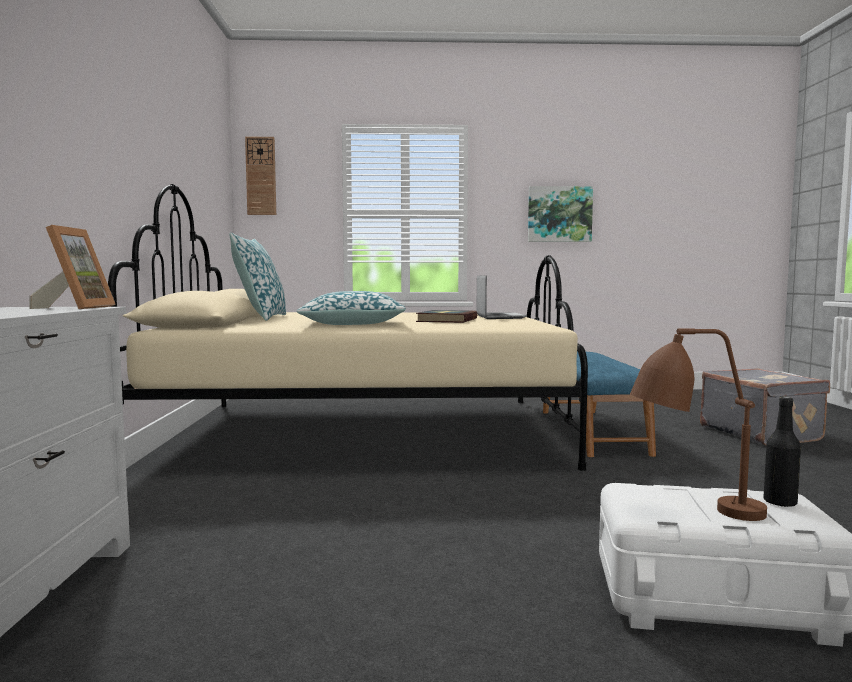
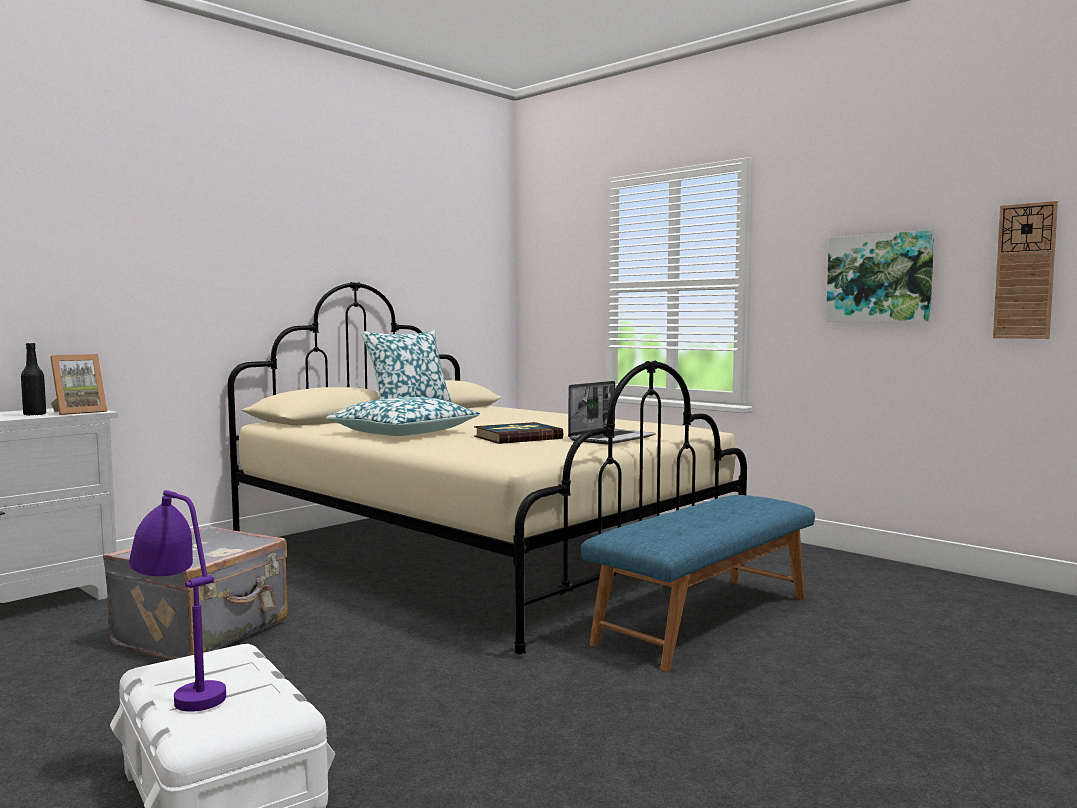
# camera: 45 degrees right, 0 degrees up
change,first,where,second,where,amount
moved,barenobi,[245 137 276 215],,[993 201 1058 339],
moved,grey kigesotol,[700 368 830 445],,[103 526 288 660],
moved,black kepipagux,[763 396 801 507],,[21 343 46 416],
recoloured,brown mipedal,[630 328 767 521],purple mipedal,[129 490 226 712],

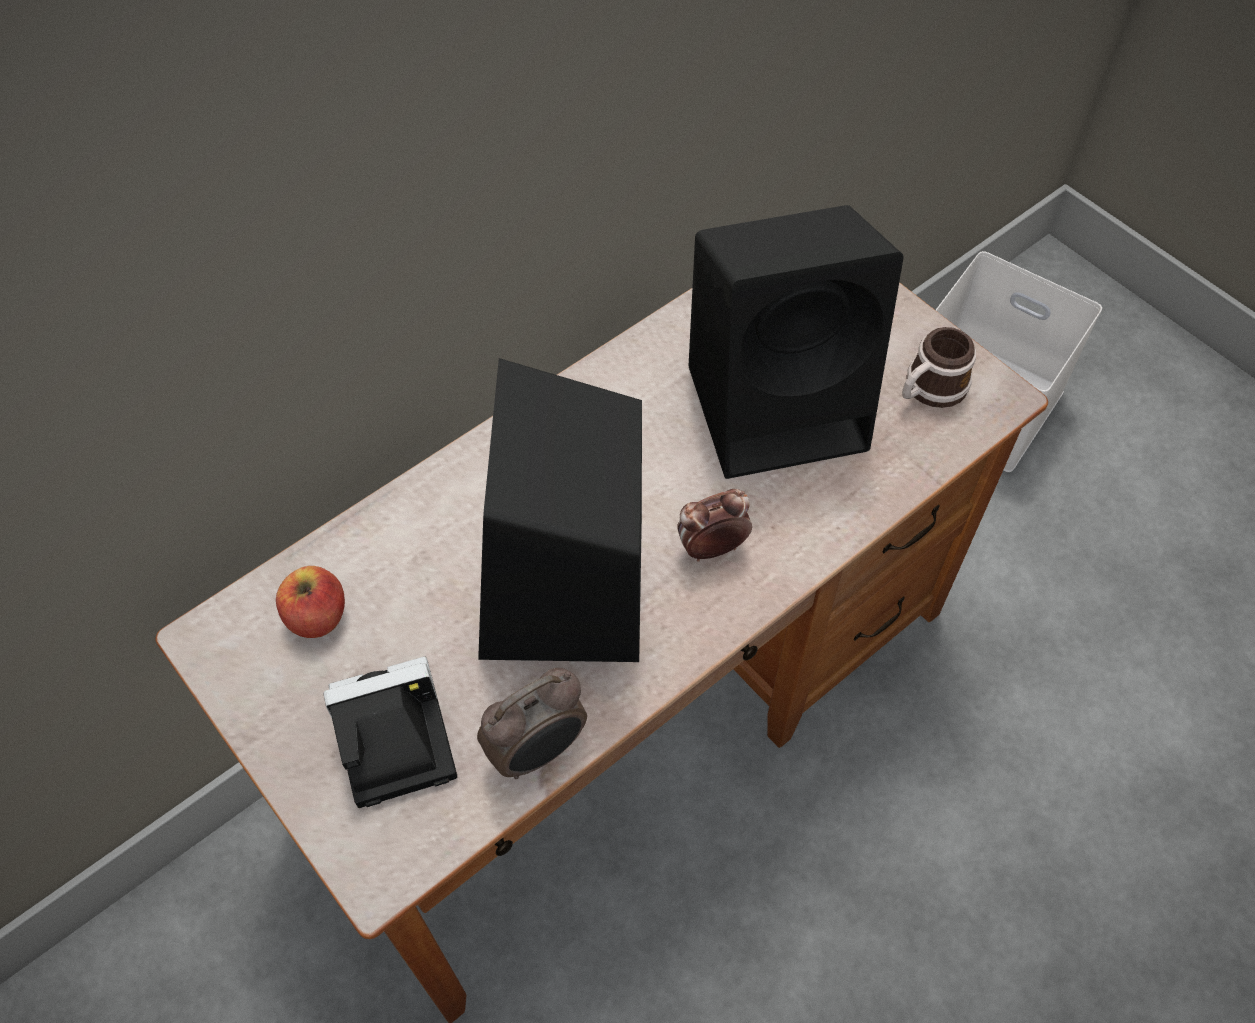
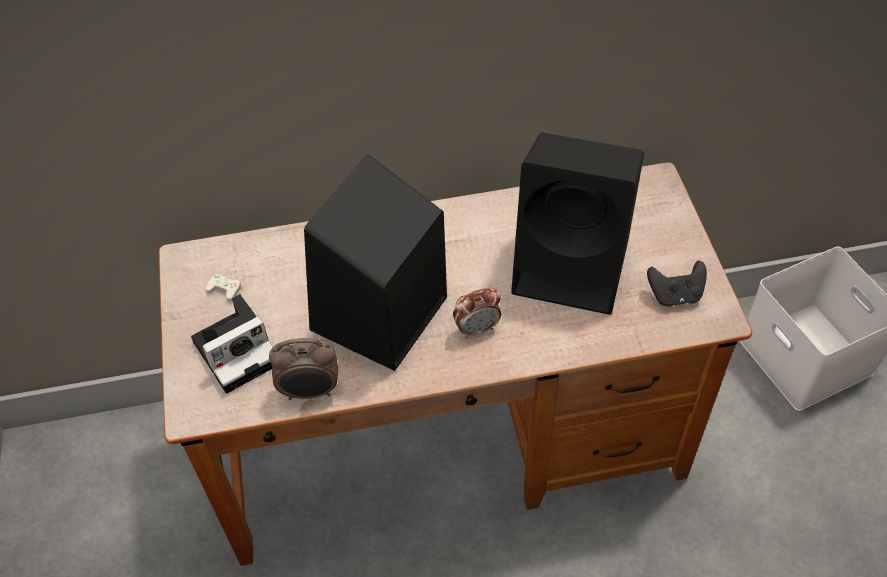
# camera: 30 degrees right, 5 degrees down
change,first,where,second,where,amount
replaced,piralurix,[276 566 345 638],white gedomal,[205 241 280 301],
replaced,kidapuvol,[902 327 976 408],black gedomal,[647 260 707 307],
turned,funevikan,[323 656 457 808],,[191 294 273 393],135 degrees clockwise
turned,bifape,[677 489 752 562],,[453 288 501 338],150 degrees clockwise

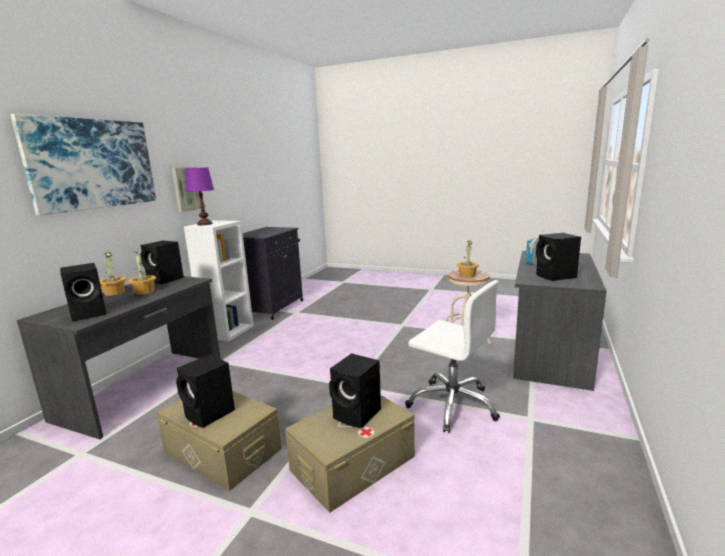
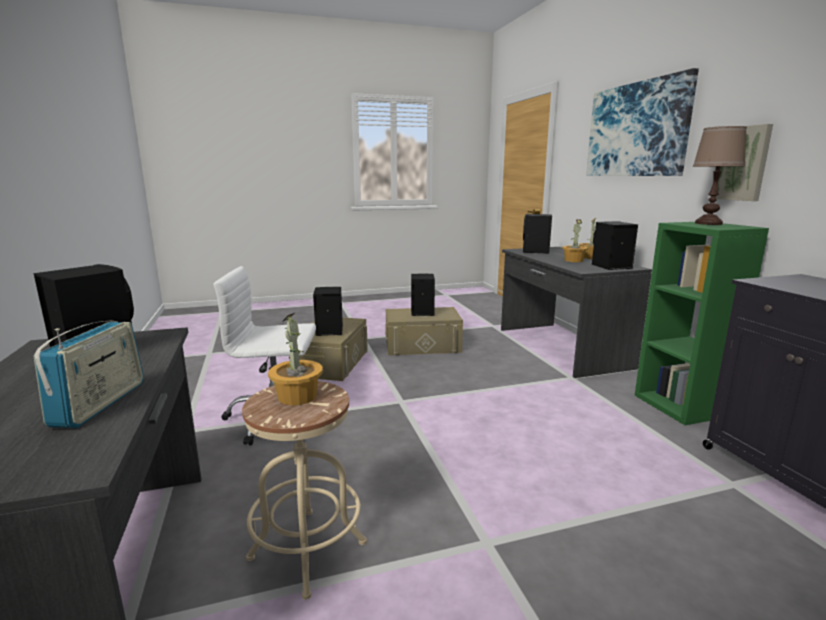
# camera: 140 degrees right, 0 degrees up
change,first,where,second,where,amount
recoloured,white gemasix,[184 220 254 342],green gemasix,[635 222 769 425],
recoloured,purple mipedal,[186 168 214 225],brown mipedal,[693 126 747 225],

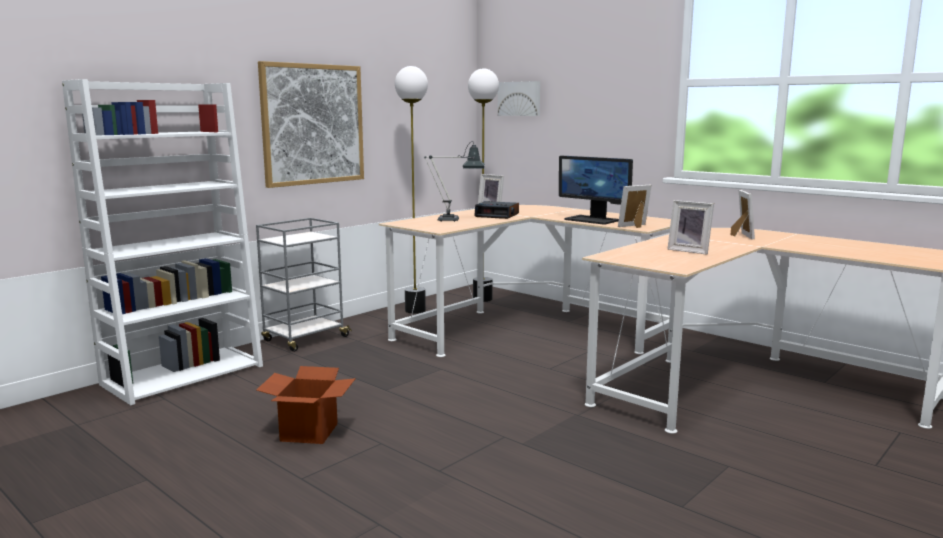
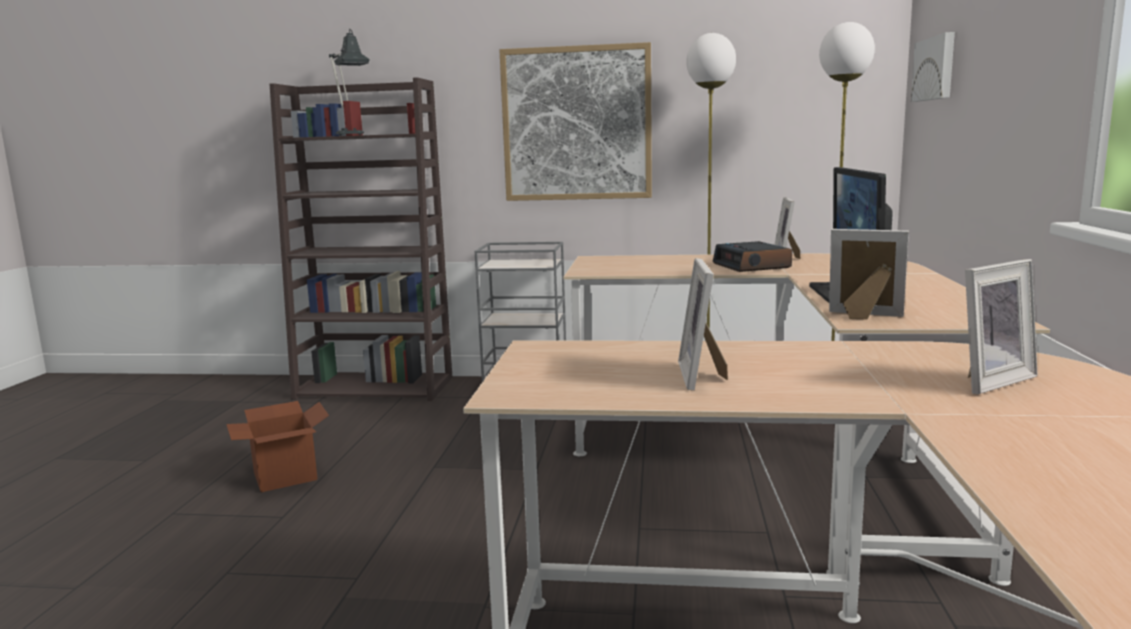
# camera: 55 degrees right, 0 degrees up
change,first,where,second,where,amount
moved,mipedal,[424 141 485 222],,[329 29 370 136],
recoloured,white gemasix,[62 79 263 405],brown gemasix,[269 77 453 401],

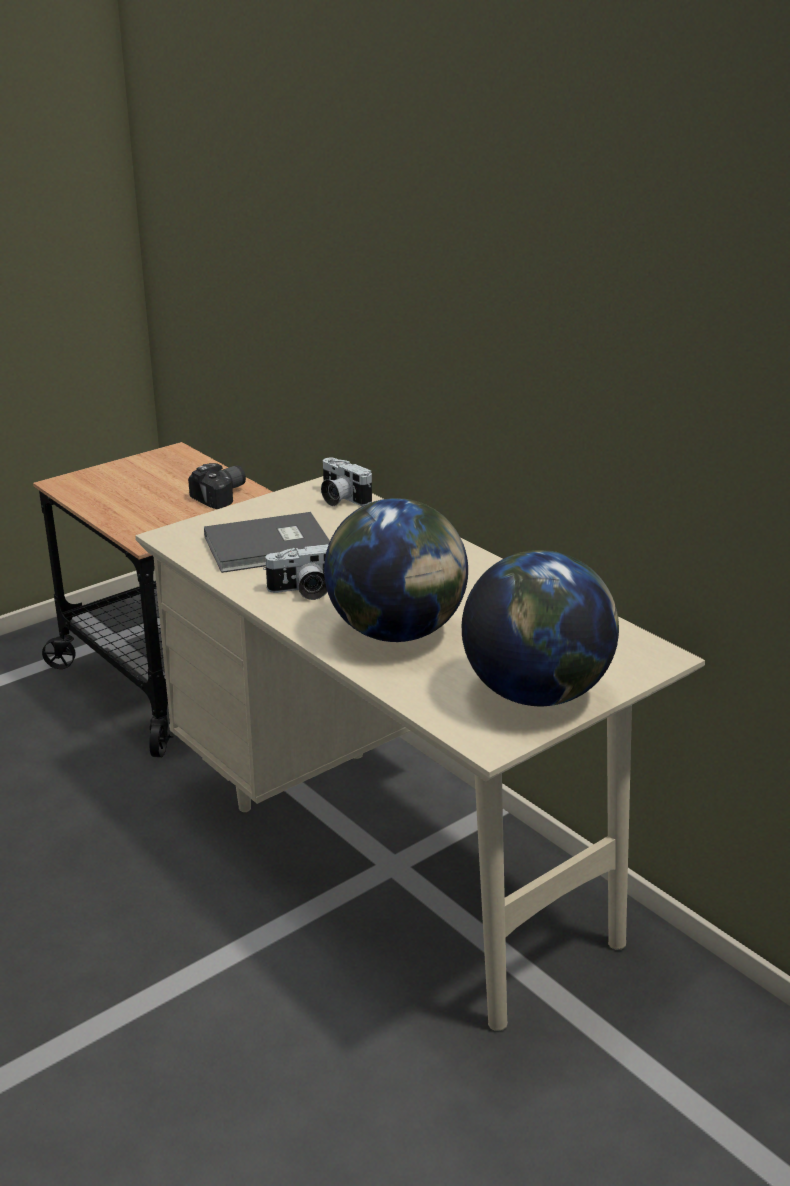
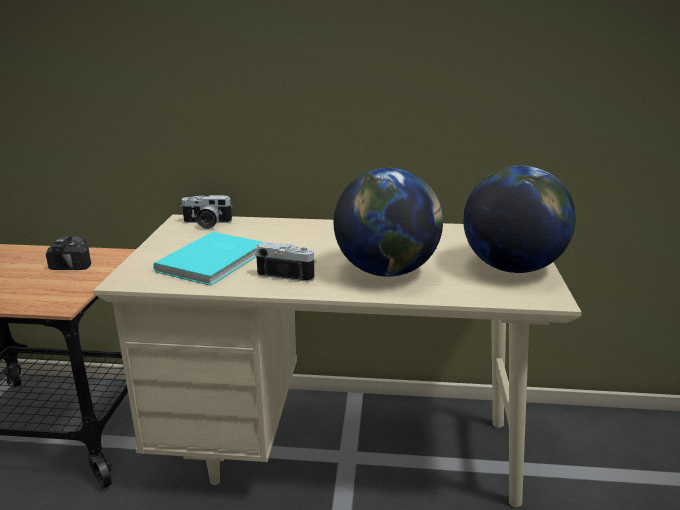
# camera: 45 degrees left, 5 degrees down
change,first,where,second,where,amount
recoloured,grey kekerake,[204 512 330 573],turquoise kekerake,[153 232 262 286],
turned,funevikan,[263 544 329 600],,[255 242 316 282],105 degrees counterclockwise

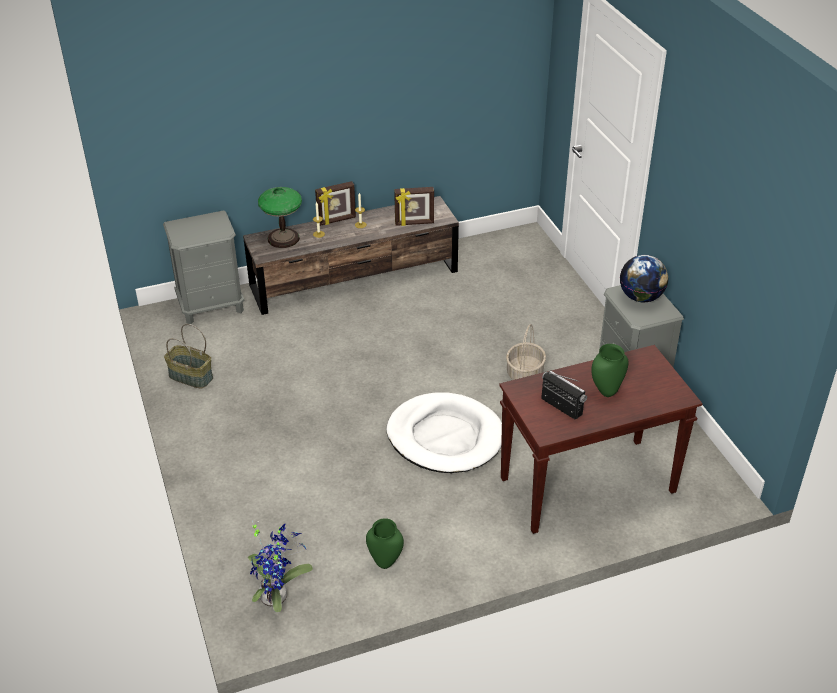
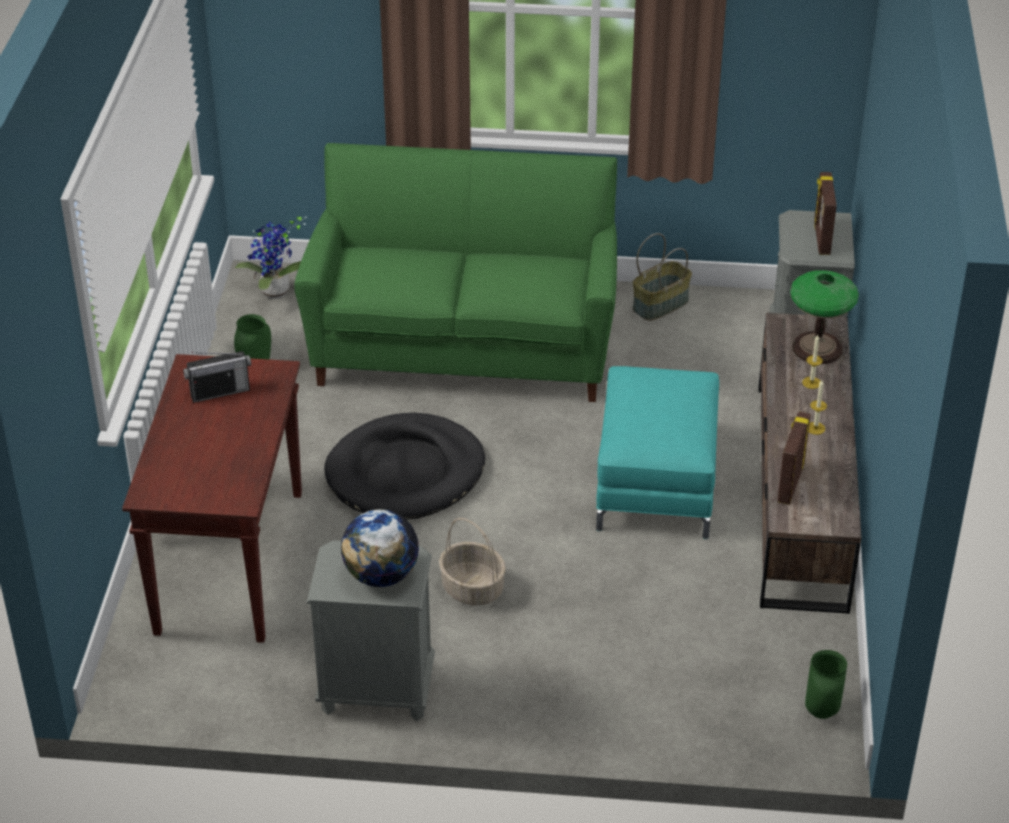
# camera: 115 degrees right, 0 degrees up
change,first,where,second,where,amount
added,,,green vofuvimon,[294 143 617 402],
added,,,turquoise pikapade,[596 366 719 539],
moved,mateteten,[315 181 356 226],,[814 172 837 255],
moved,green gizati,[591 344 628 397],,[805 650 847 719],
recoloured,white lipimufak,[386 393 502 473],black lipimufak,[324 413 485 519],

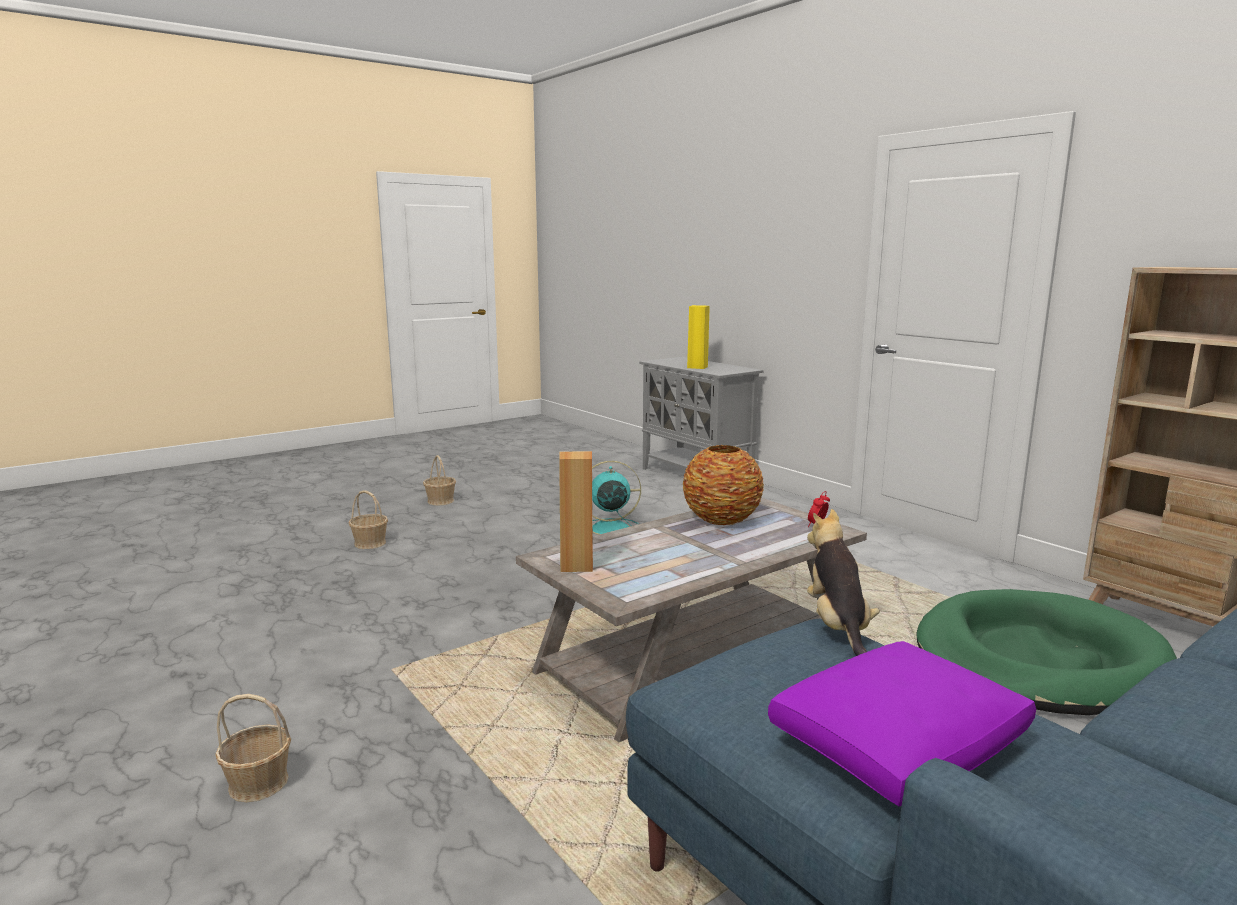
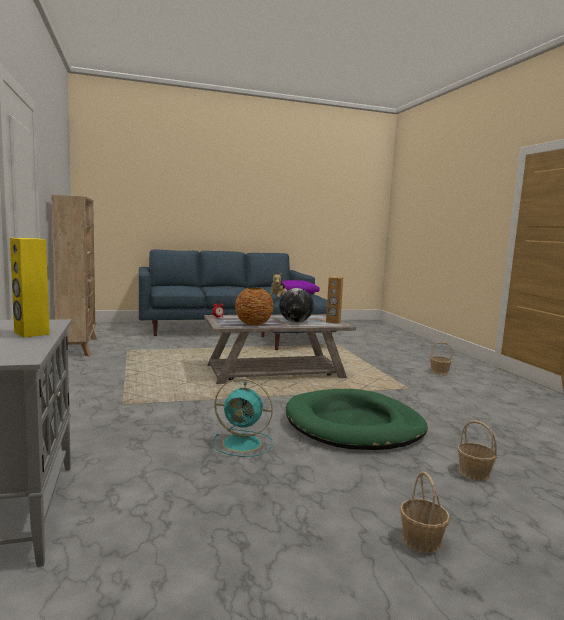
# camera: 160 degrees left, 5 degrees down
change,first,where,second,where,amount
added,,,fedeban,[279 288 314 323],
moved,green lipimufak,[916 589 1177 715],,[286 389 428 450],

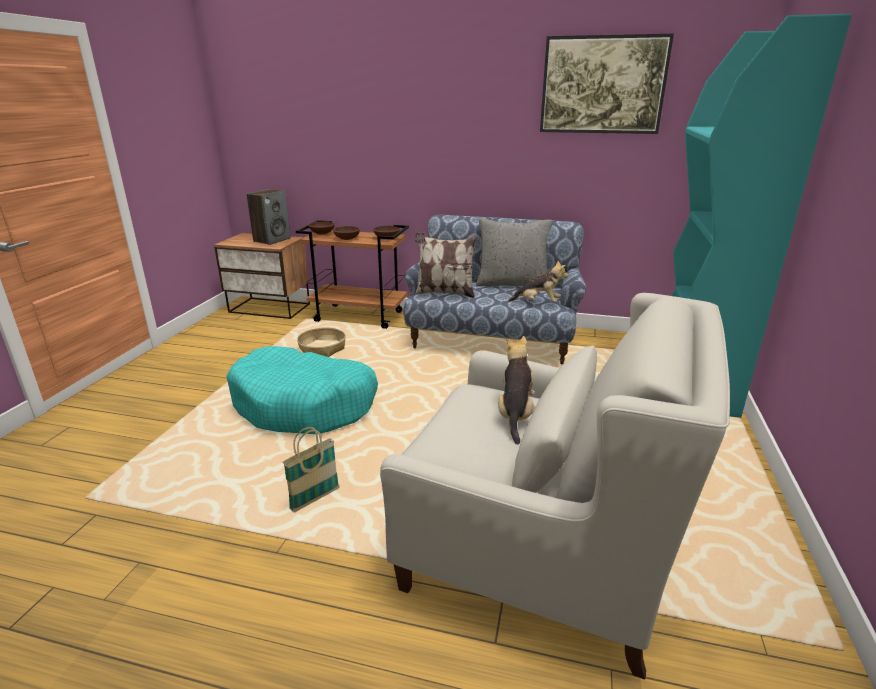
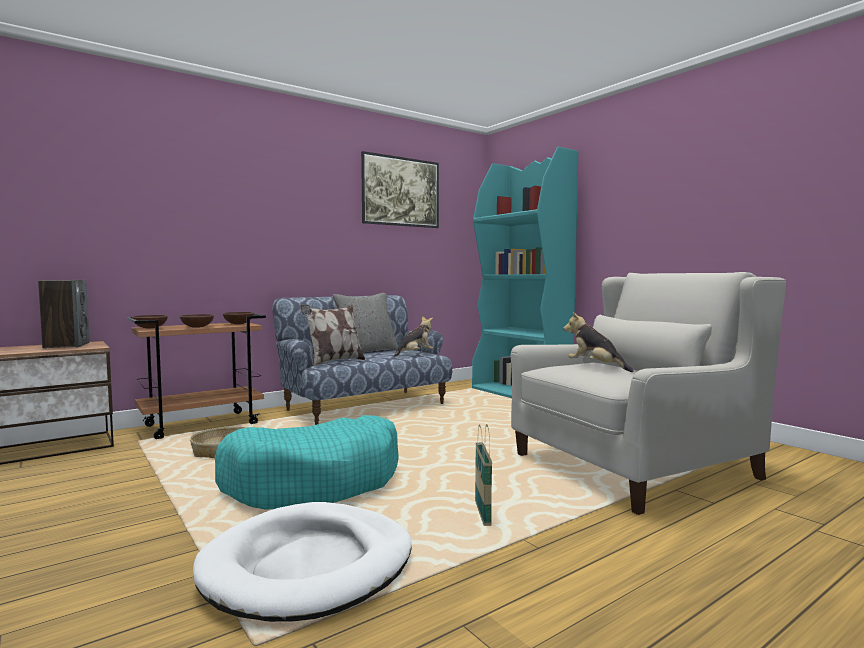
# camera: 50 degrees left, 20 degrees down
change,first,where,second,where,amount
added,,,white lipimufak,[193 502 412 622],

